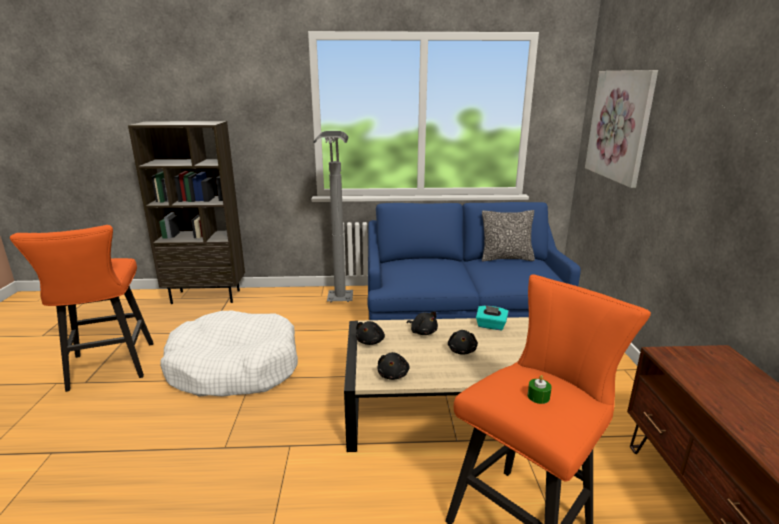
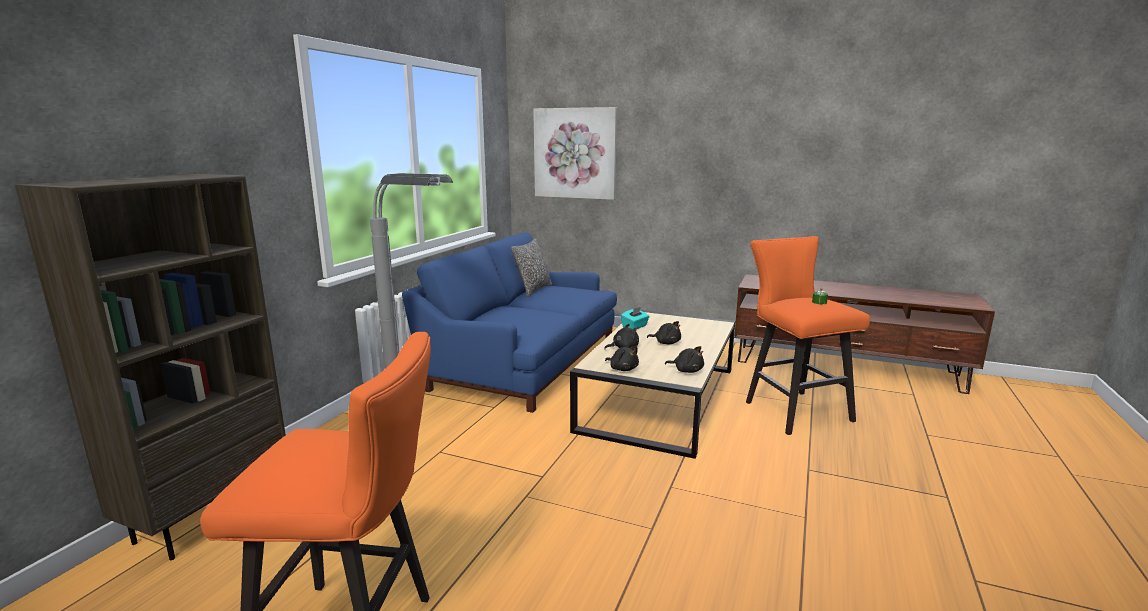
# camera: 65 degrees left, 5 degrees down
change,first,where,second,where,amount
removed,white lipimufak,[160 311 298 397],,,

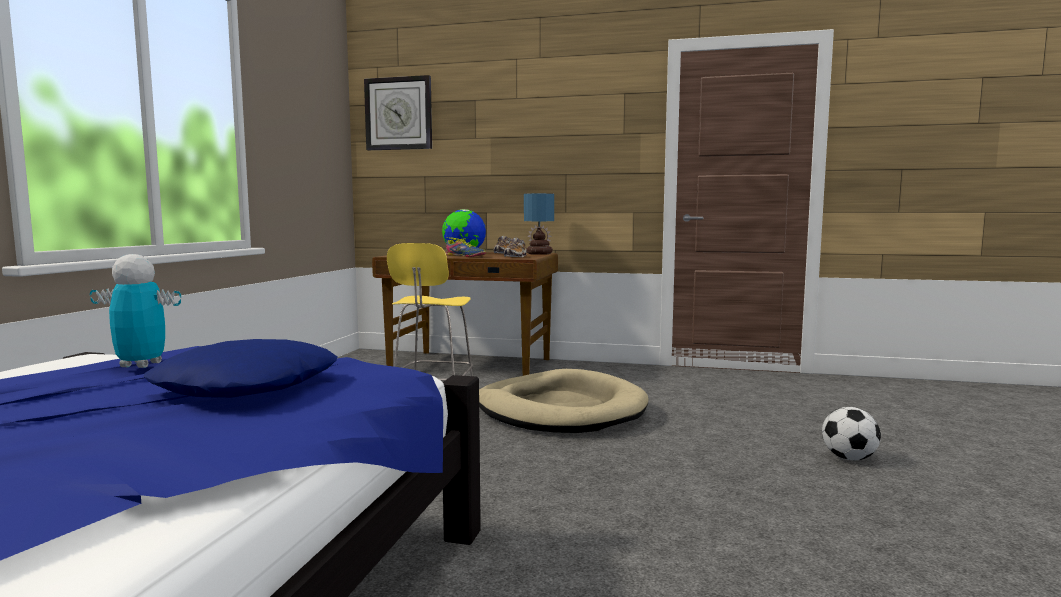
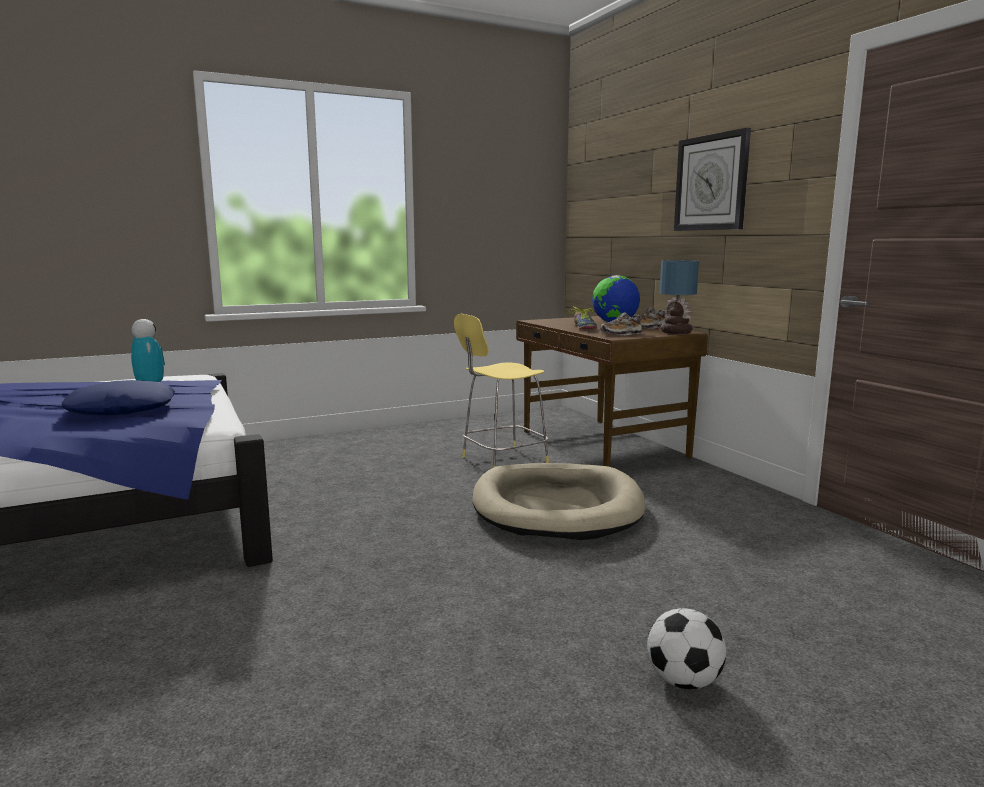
# camera: 50 degrees right, 5 degrees up
change,first,where,second,where,amount
moved,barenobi,[364 75 432 150],,[674 128 751 231],

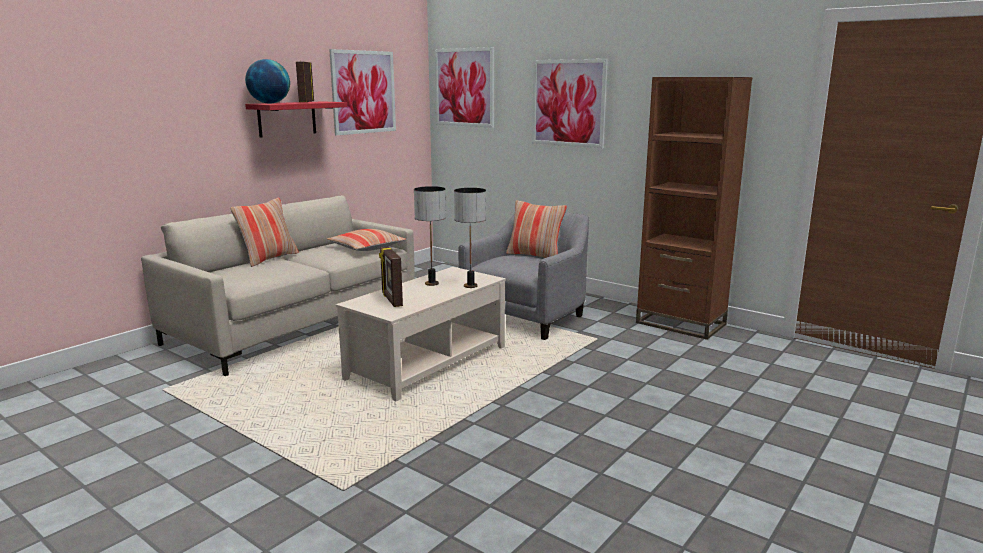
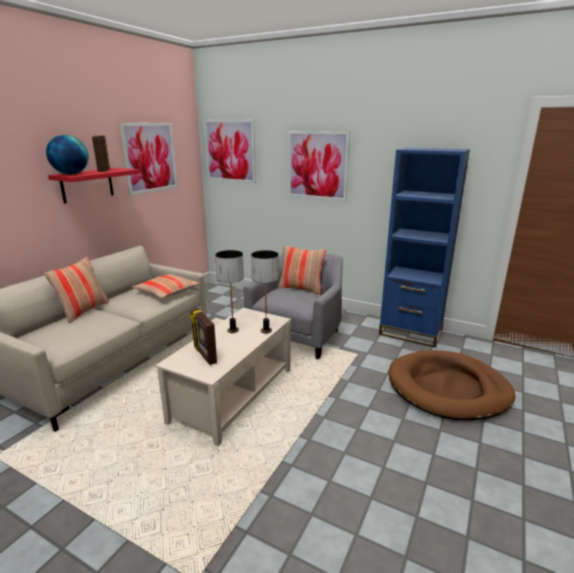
# camera: 10 degrees left, 5 degrees up
change,first,where,second,where,amount
added,,,brown lipimufak,[389 350 516 421],
recoloured,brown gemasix,[636 77 753 340],blue gemasix,[379 148 470 348],

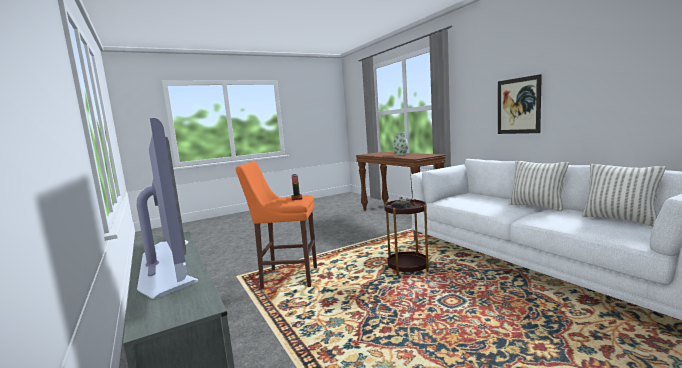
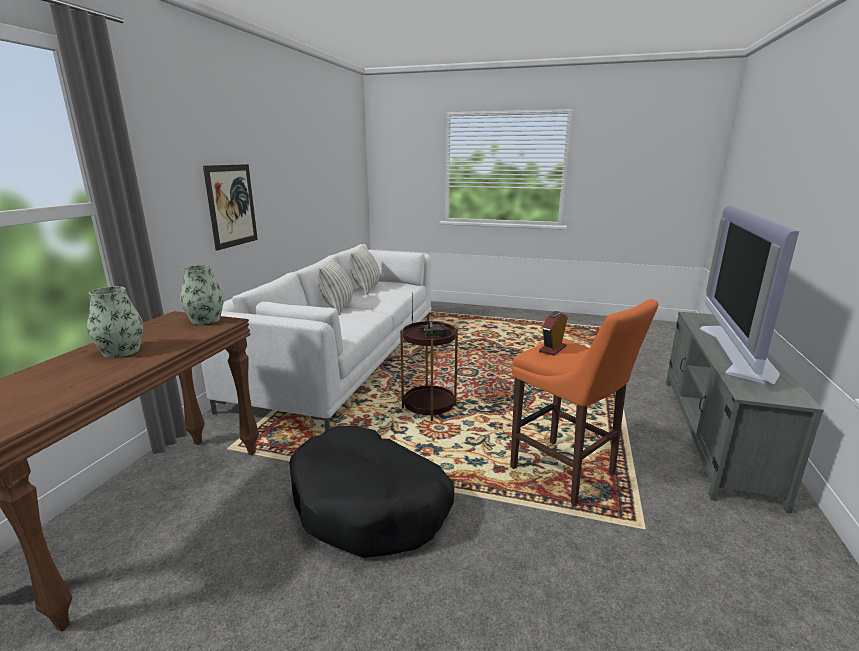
# camera: 135 degrees left, 10 degrees up
change,first,where,second,where,amount
added,,,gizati,[180 265 224 325],
added,,,black lipimufak,[289 426 454 558],

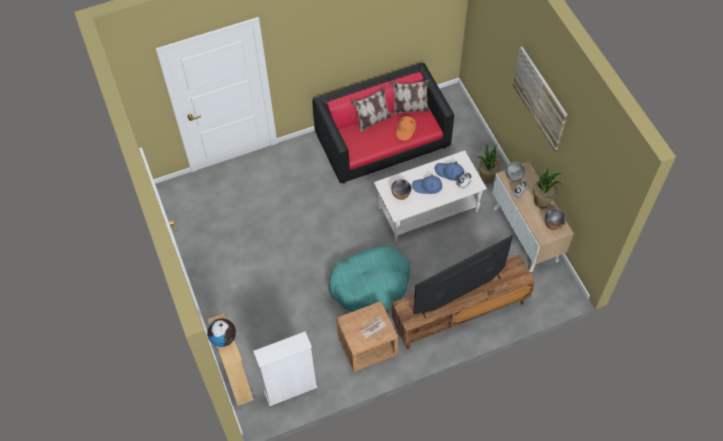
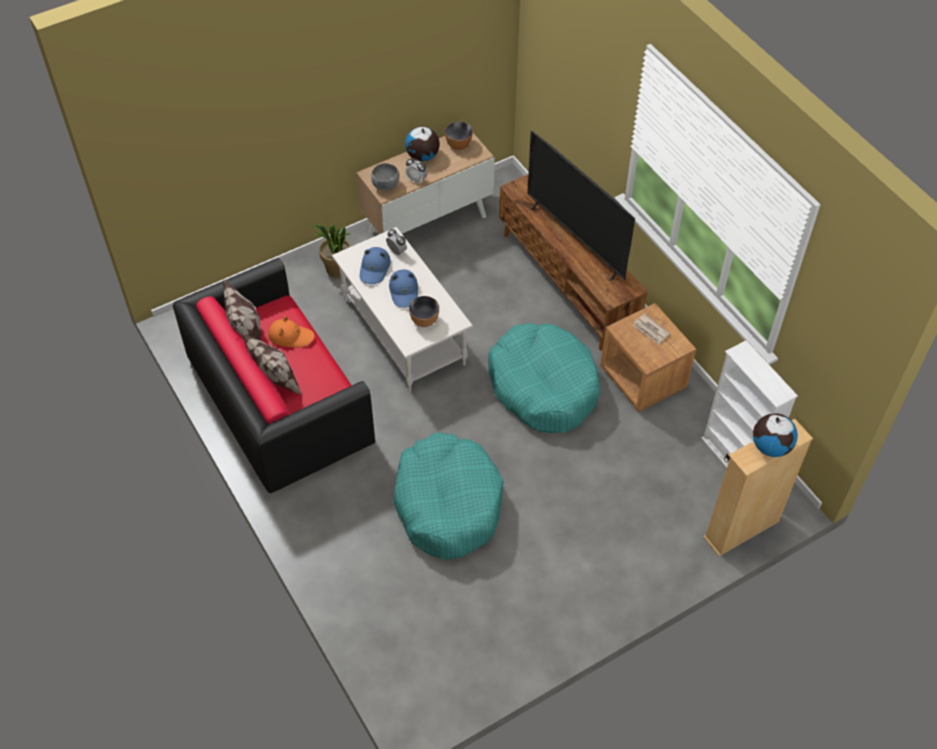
# camera: 100 degrees left, 5 degrees down
change,first,where,second,where,amount
removed,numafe,[513 46 567 152],,,
added,,,turquoise lipimufak,[393 432 503 560],
replaced,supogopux,[533 168 564 209],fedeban,[405 126 440 162],

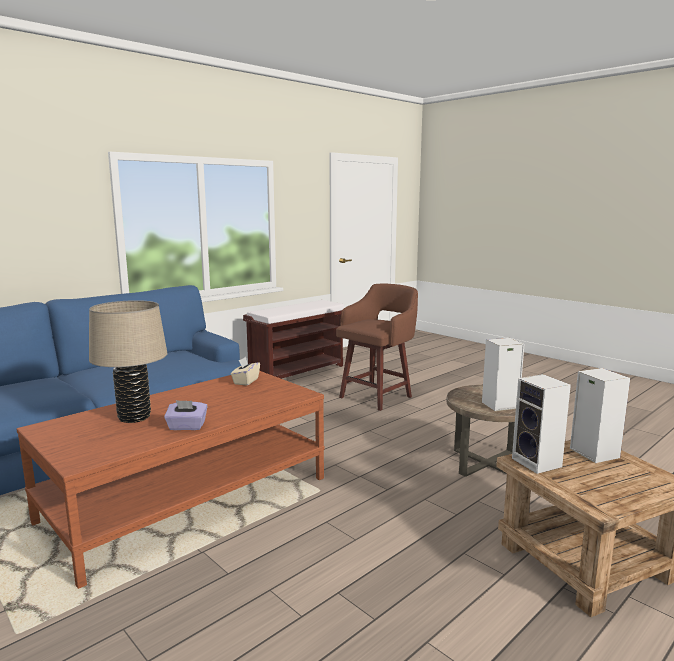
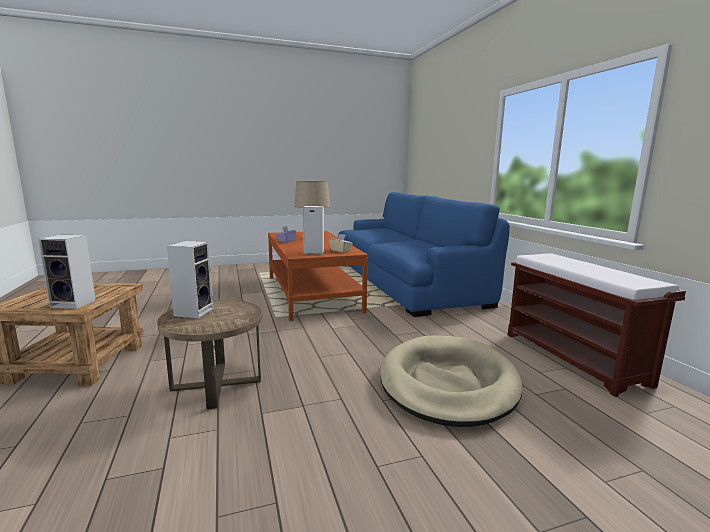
# camera: 115 degrees right, 0 degrees up
change,first,where,second,where,amount
moved,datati,[512 374 571 474],,[303 206 324 255],
replaced,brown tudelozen,[336 284 418 411],beige lipimufak,[380 335 523 427],

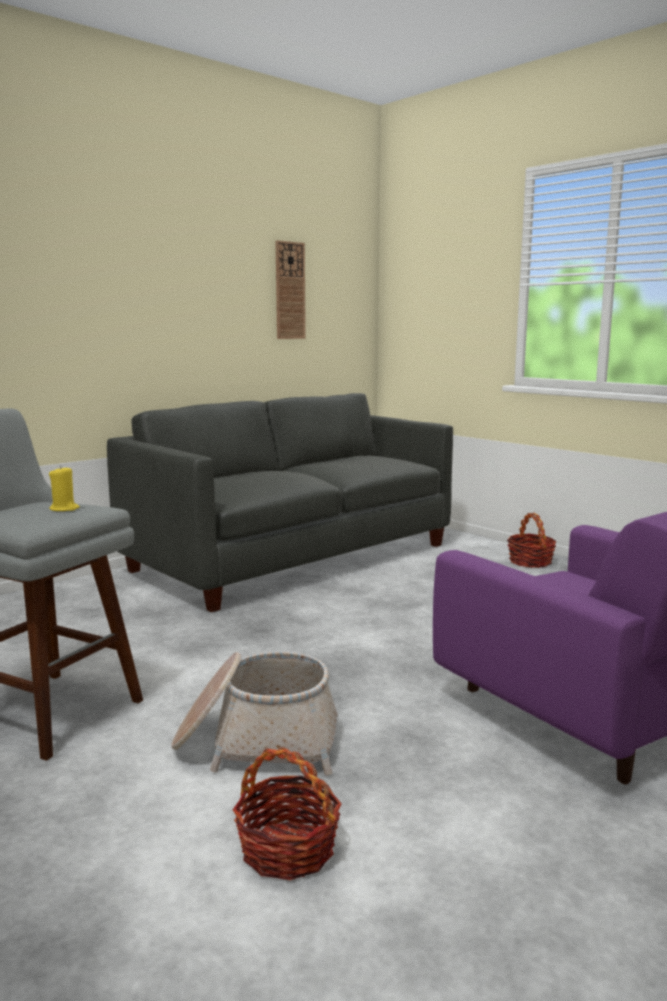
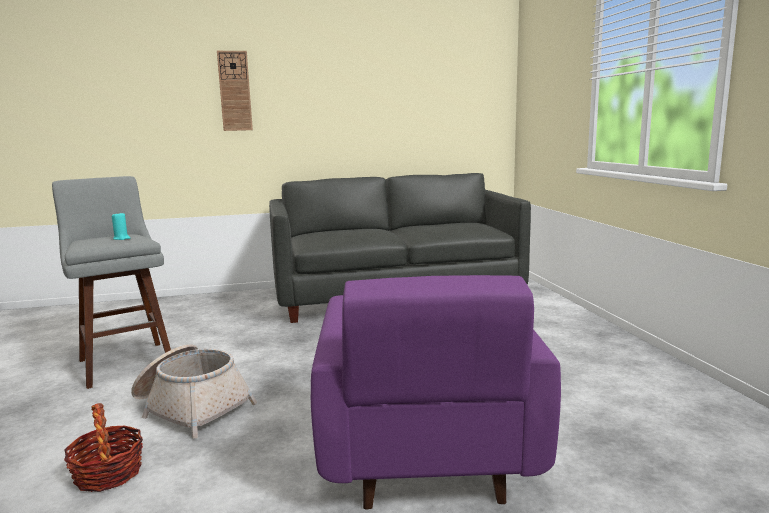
# camera: 30 degrees right, 0 degrees up
change,first,where,second,where,amount
removed,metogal,[507 513 557 568],,,
moved,barenobi,[275 240 306 339],,[217 51 253 131],
recoloured,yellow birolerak,[49 466 80 511],turquoise birolerak,[112 212 130 240],

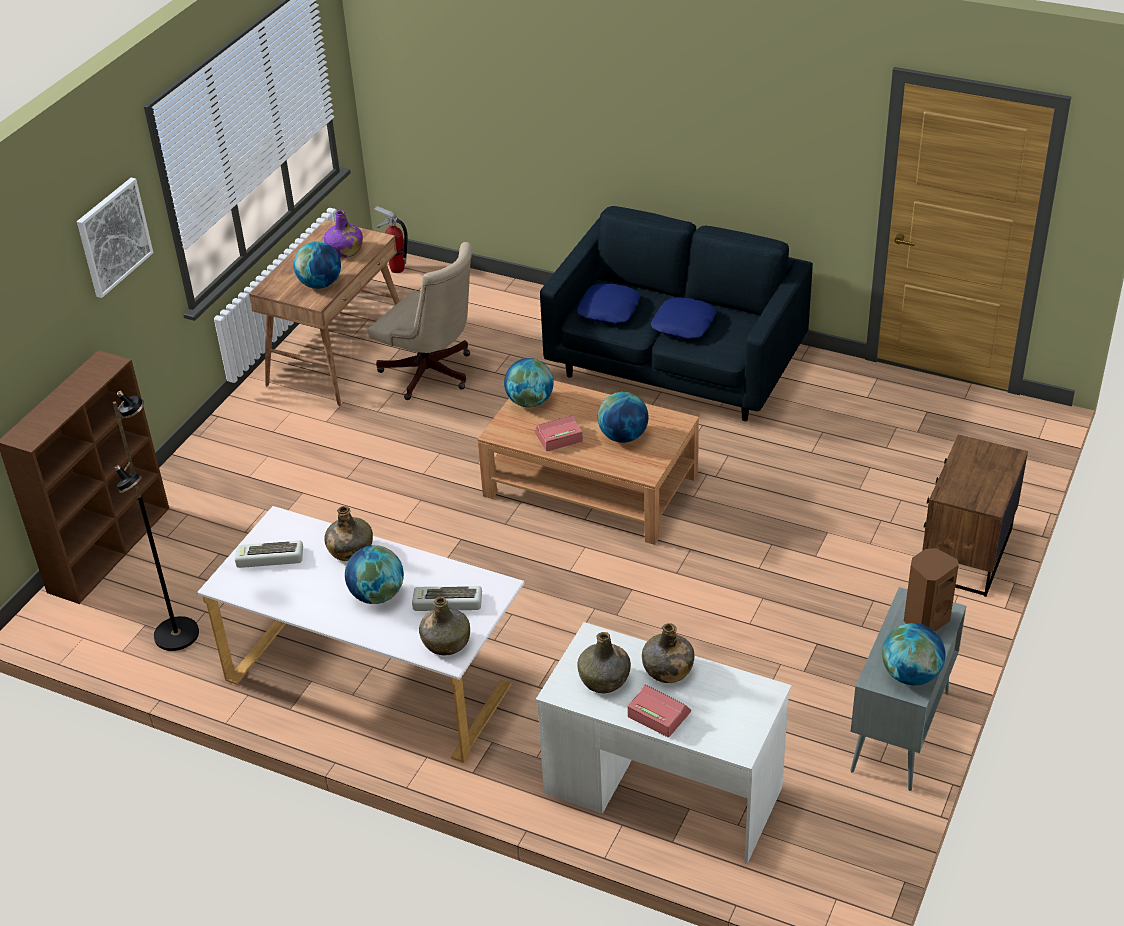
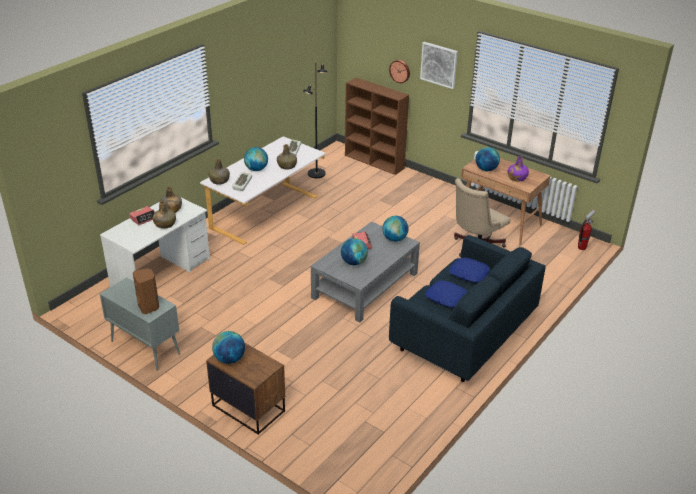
# camera: 100 degrees right, 5 degrees down
change,first,where,second,where,amount
added,,,barenobi,[389 60 410 83],
moved,fedeban,[882 623 946 686],,[212 331 245 364],
recoloured,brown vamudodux,[477 380 699 545],grey vamudodux,[311 221 420 323],

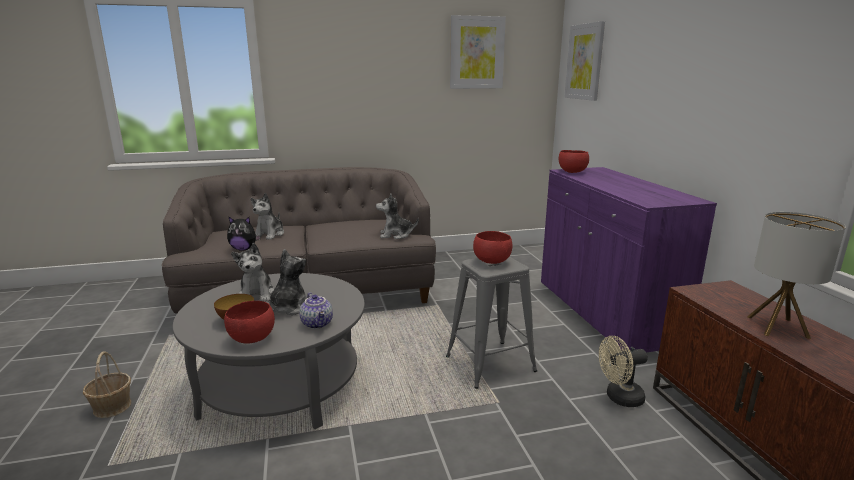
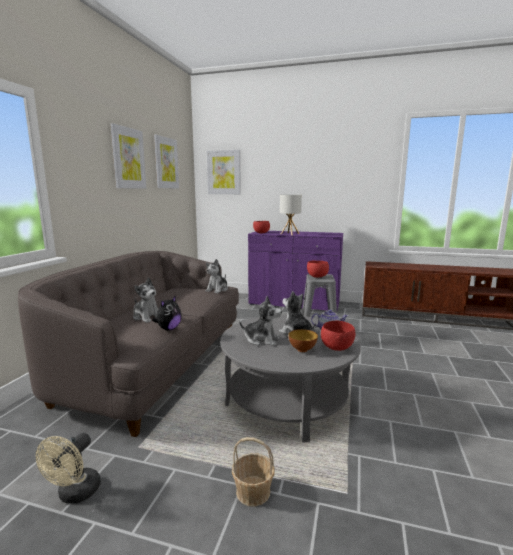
# camera: 60 degrees left, 5 degrees down
change,first,where,second,where,amount
added,,,numafe,[110 123 146 189],
moved,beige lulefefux,[599 336 648 407],,[36 433 101 504],
moved,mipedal,[747 212 846 339],,[280 195 302 235],

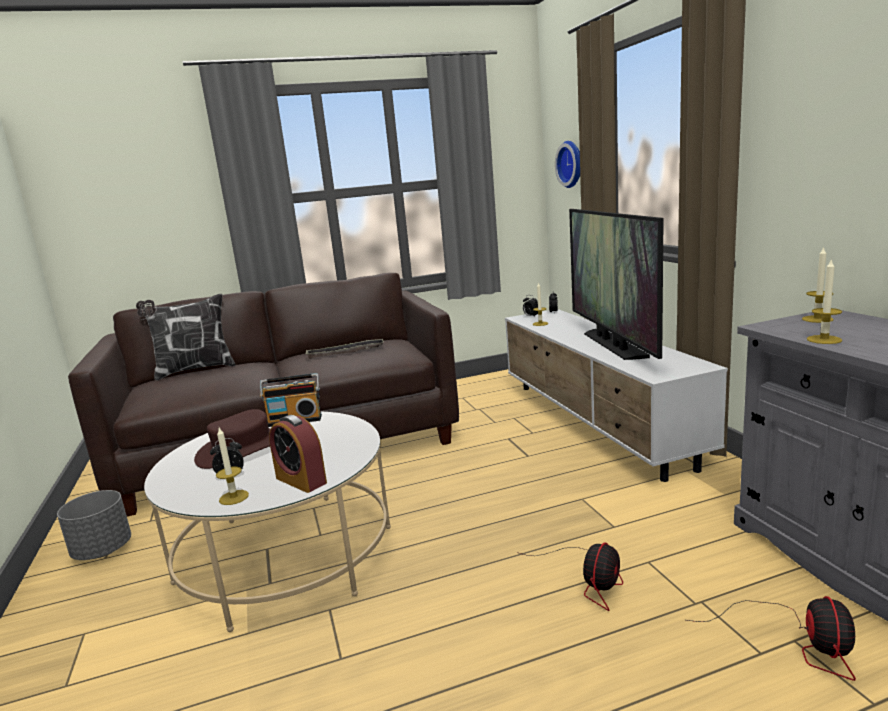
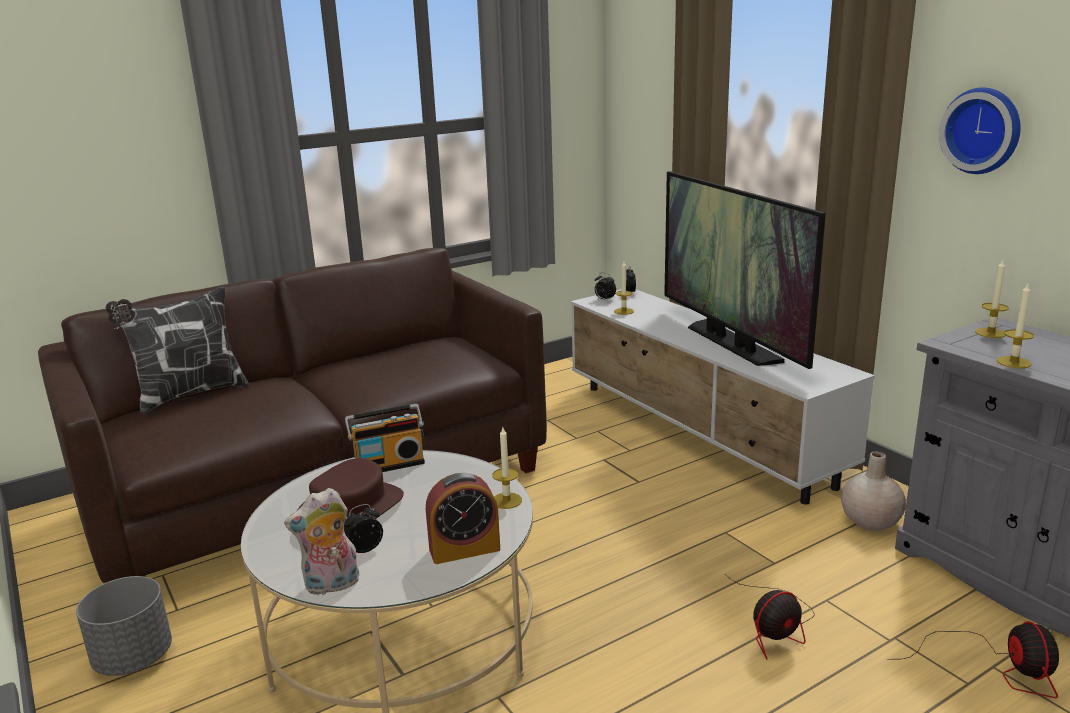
# camera: 15 degrees left, 5 degrees up
change,first,where,second,where,amount
removed,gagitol,[305 339 384 359],,,
added,,,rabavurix,[284 488 360 595],
added,,,beige gizati,[841 452 906 531],
moved,birolerak,[216 428 249 505],,[492 428 522 509],
moved,barenobi,[555 141 580 188],,[939 87 1021 174],
turned,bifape,[269 415 327 493],,[426 473 500 564],45 degrees counterclockwise
turned,lulefefux,[517 543 623 611],,[725 574 815 660],45 degrees clockwise

